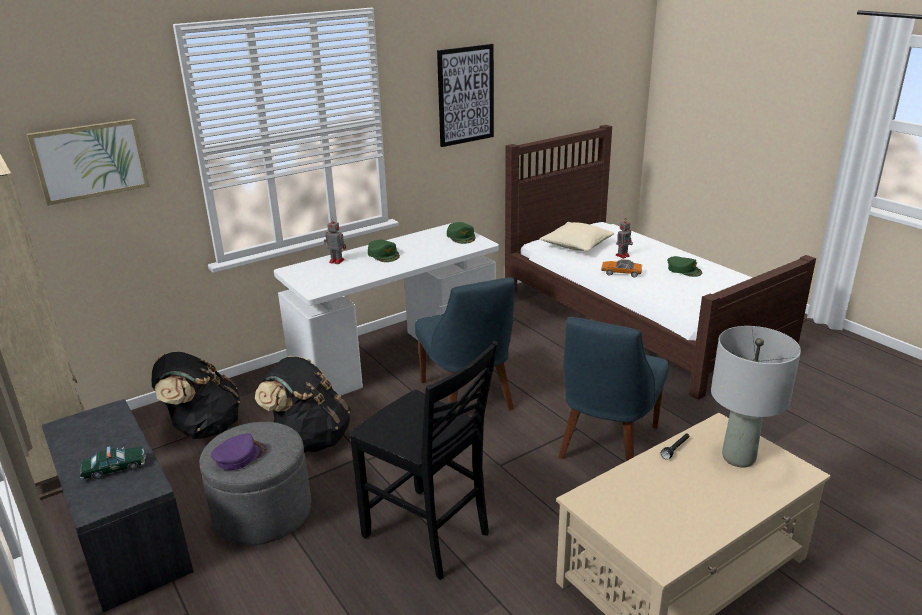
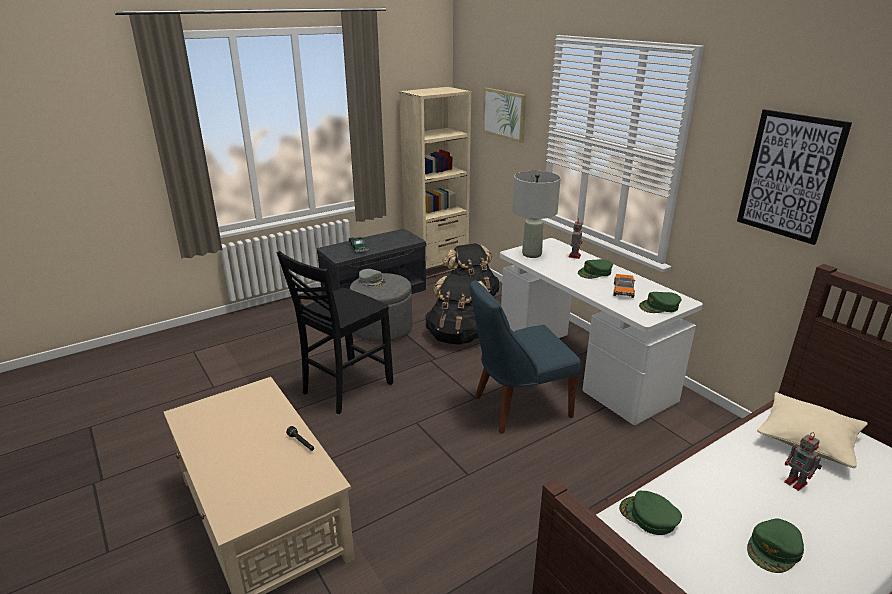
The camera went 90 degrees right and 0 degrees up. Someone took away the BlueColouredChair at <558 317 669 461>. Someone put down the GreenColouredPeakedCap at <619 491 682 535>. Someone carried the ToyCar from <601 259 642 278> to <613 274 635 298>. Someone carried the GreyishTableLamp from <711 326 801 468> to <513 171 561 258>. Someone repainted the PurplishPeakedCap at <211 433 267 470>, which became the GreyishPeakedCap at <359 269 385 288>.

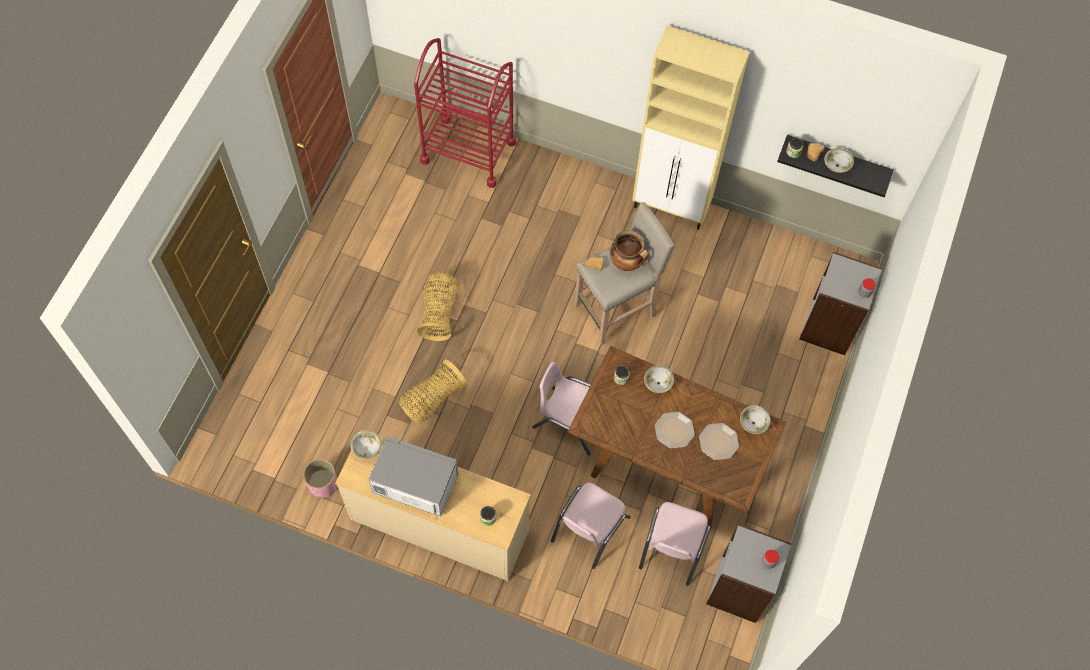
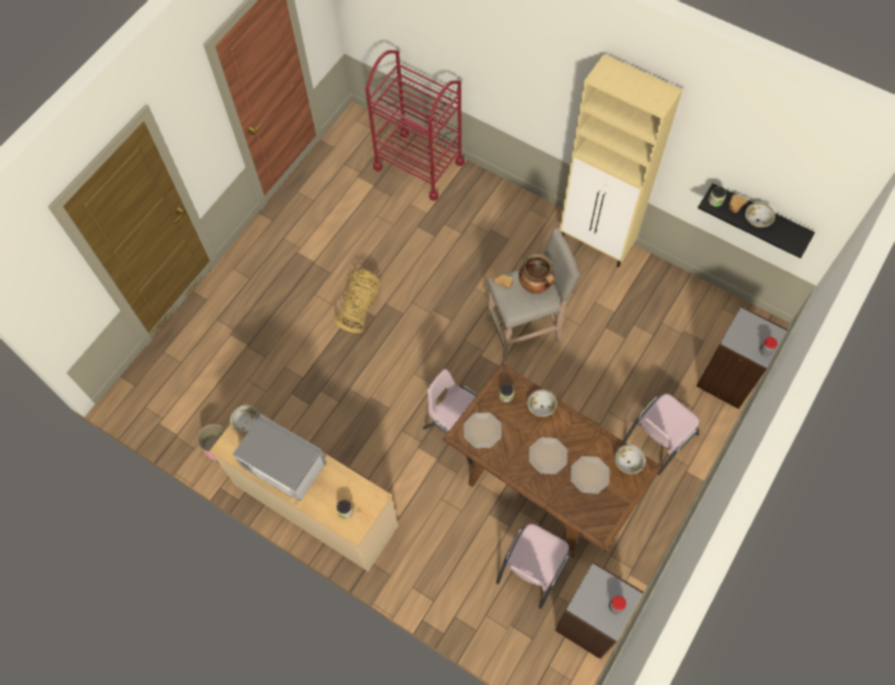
The camera went 15 degrees right and 0 degrees up. Someone took away the StorageBasket at <399 359 467 424>. Someone put down the FlatDish at <464 413 502 448>. Someone carried the PinkChair from <551 482 631 569> to <623 394 699 475>.

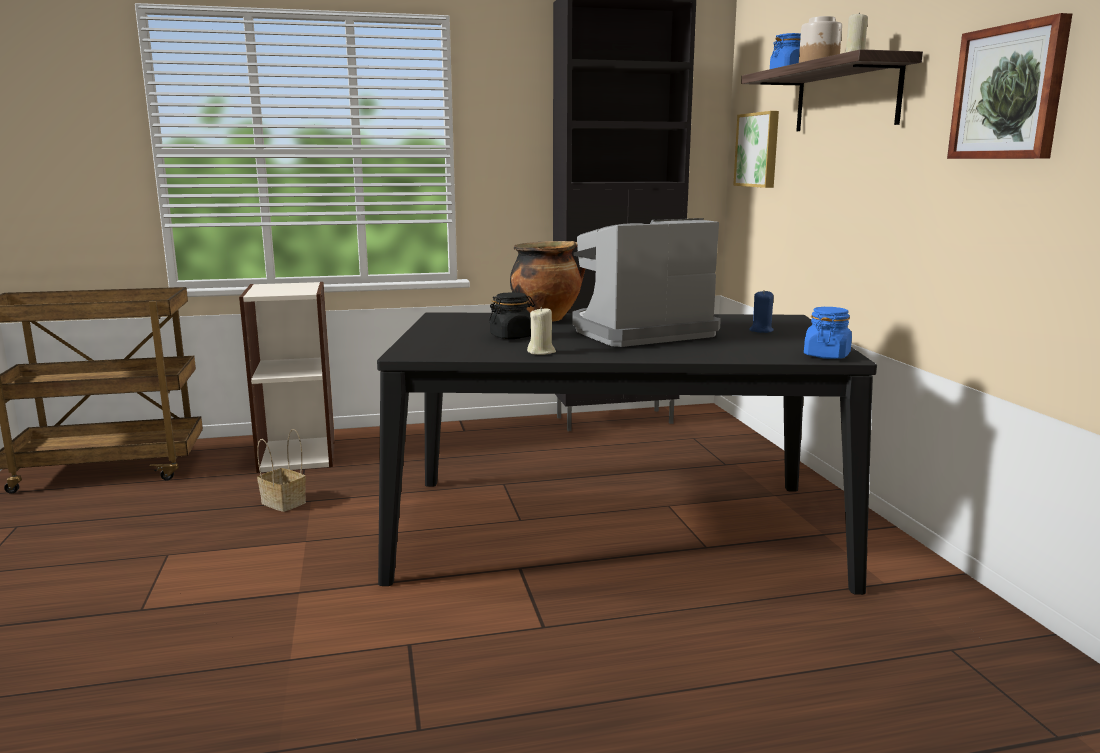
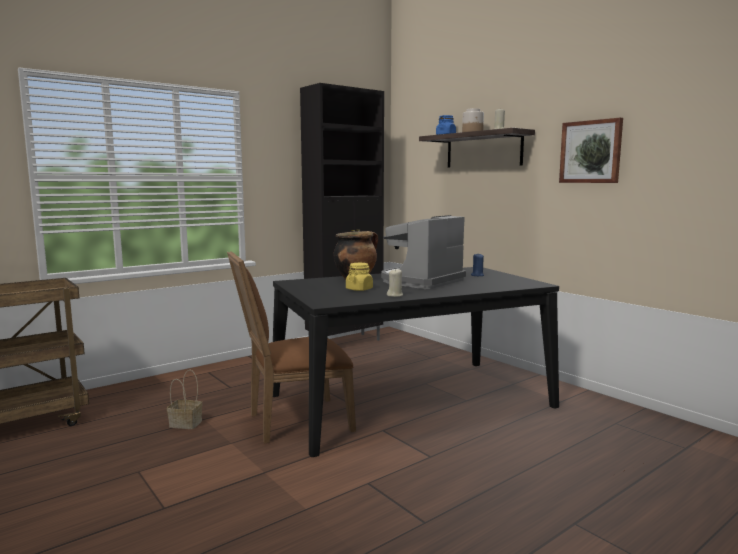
The camera went 25 degrees left and 5 degrees down. Someone took away the ShelvingUnit at <239 282 335 473>. Someone took away the Picture at <733 111 779 188>. Someone took away the BlueColouredJar at <804 307 852 359>. Someone put down the BrownishChair at <227 251 356 444>. Someone repainted the BlackishJar at <489 292 535 339>, which became the YellowJar at <346 263 373 291>.

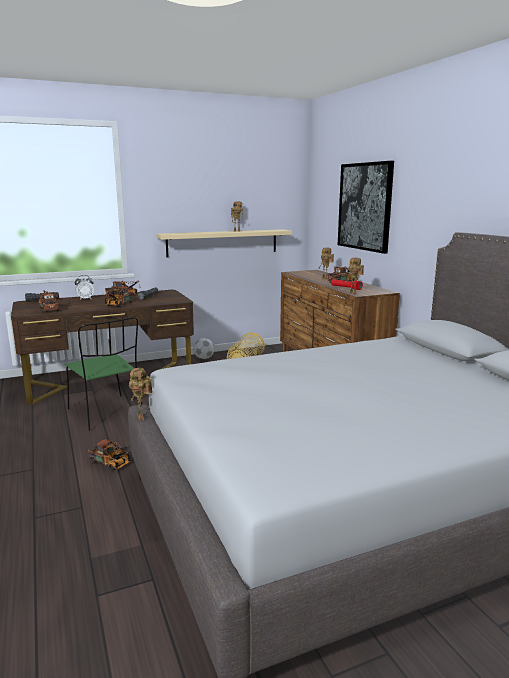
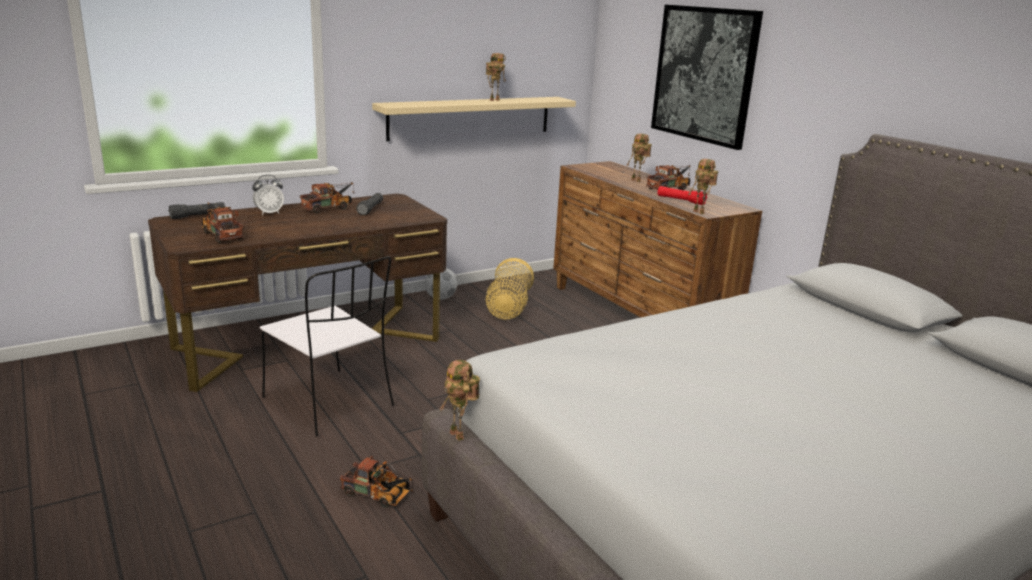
The camera went 10 degrees left and 5 degrees up. Someone took away the ToyTruck at <105 286 134 307>. Someone repainted the GreenColouredChair at <65 317 142 431>, which became the WhiteChair at <260 256 394 437>.

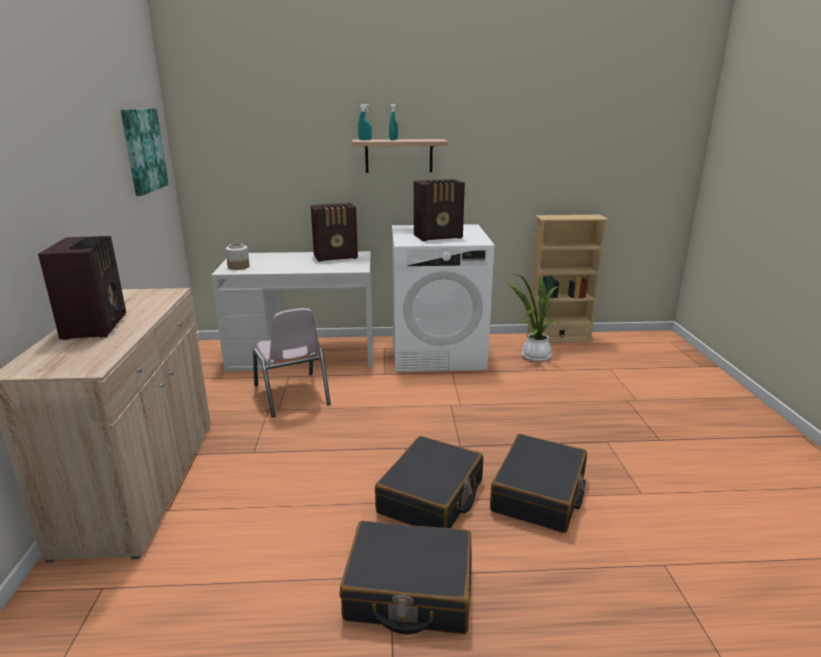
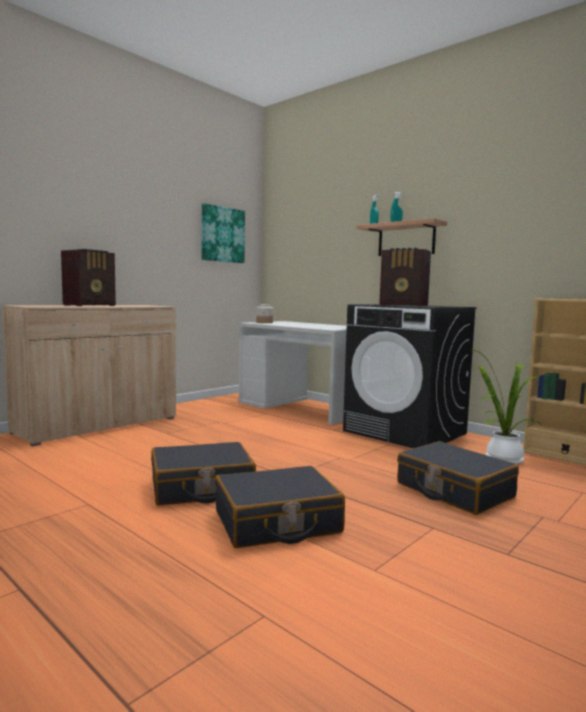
The camera went 45 degrees right and 15 degrees down. Someone took away the PinkChair at <253 308 331 417>. Someone took away the RadioReceiver at <311 203 358 262>. Someone carried the BlackishTravelCase from <339 521 472 635> to <397 441 519 515>. Someone repainted the WhiteWashingMachine at <392 224 494 372>, which became the BlackishWashingMachine at <343 304 477 448>.

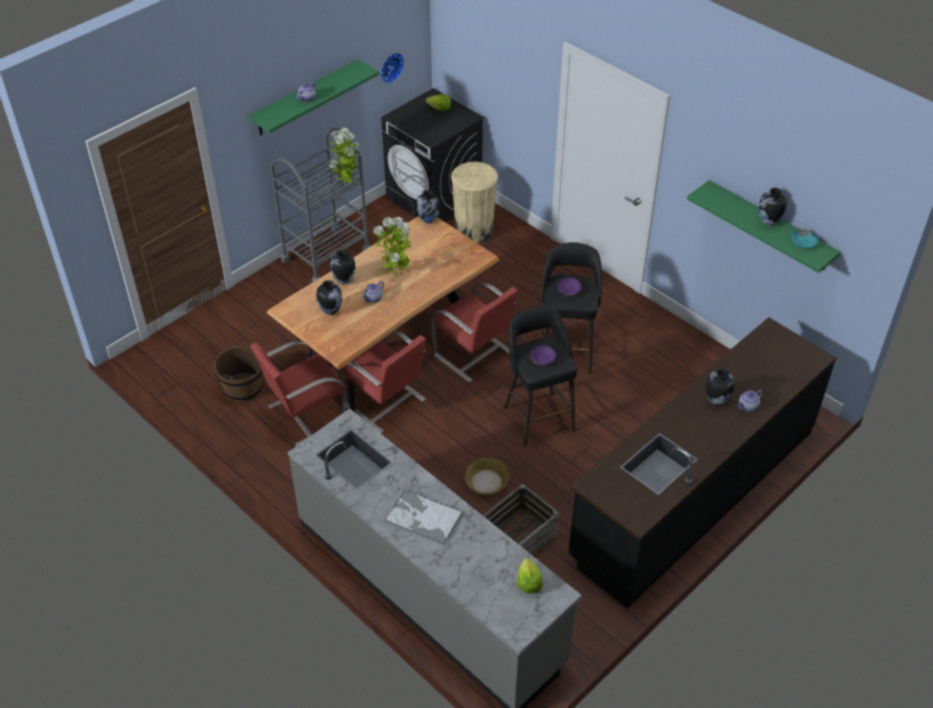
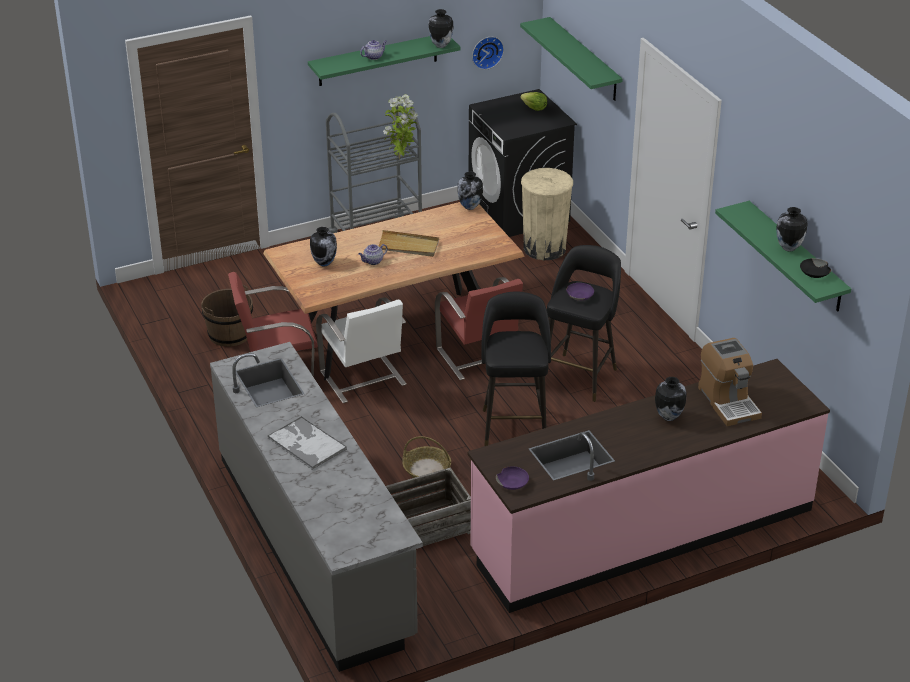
The camera went 20 degrees right and 10 degrees down. Someone took away the LettuceHead at <517 558 543 594>. Someone took away the Teapot at <738 390 763 412>. Someone put up the GreenColouredShelf at <520 17 623 101>. Someone put down the CoffeeMachine at <698 338 762 426>. Someone carried the FlowerVase from <330 250 355 285> to <428 9 453 48>. Someone carried the PurplishBowl from <530 345 556 365> to <496 466 529 490>. Someone swapped the PlantInAPot at <374 217 411 275> for the BeigeServingTray at <378 230 439 257>. Someone repainted the ReddishChair at <338 330 426 433>, which became the WhiteChair at <316 297 407 403>. Someone repainted the BlackishCounter at <568 317 837 609>, which became the PinkCounter at <467 359 830 613>. Someone repainted the TurquoiseBowl at <791 229 819 249>, which became the BlackishBowl at <800 258 831 278>.

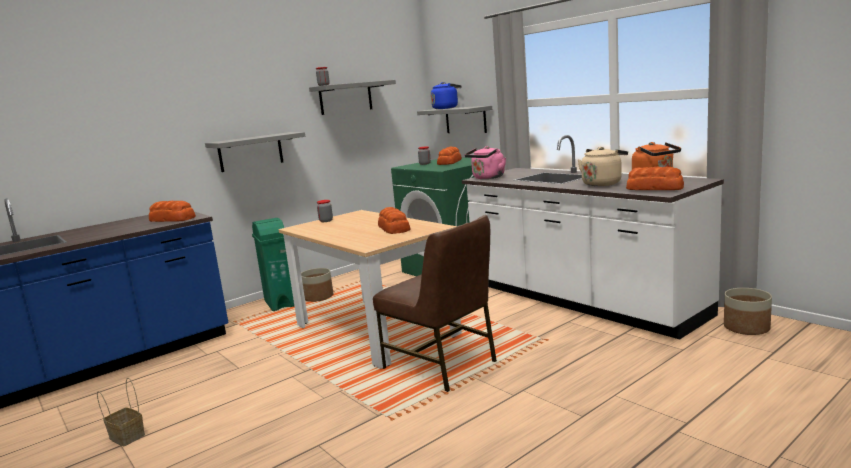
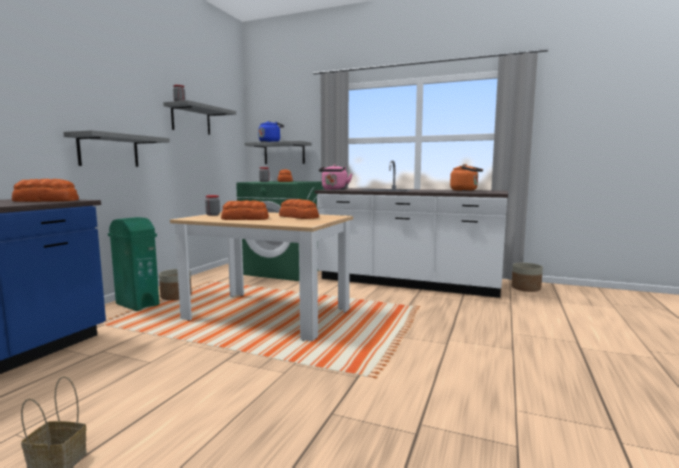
The camera went 30 degrees left and 5 degrees down. Someone took away the BrownishChair at <373 215 497 392>. Someone took away the BeigeWaterKettle at <578 147 628 186>. Someone carried the BakedBread from <626 166 684 190> to <221 200 269 220>.

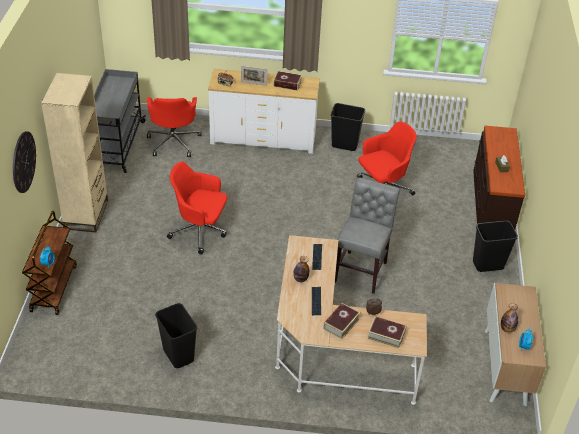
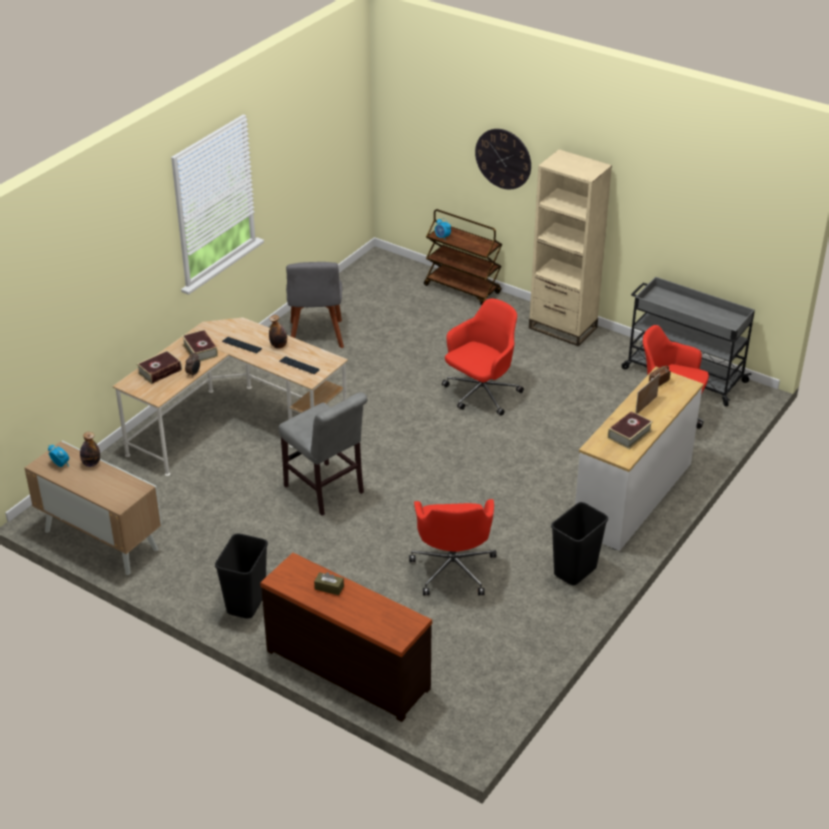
The camera went 120 degrees right and 5 degrees down. Someone swapped the BlackishTrashCan at <155 303 197 368> for the GreyishChair at <286 262 344 348>.

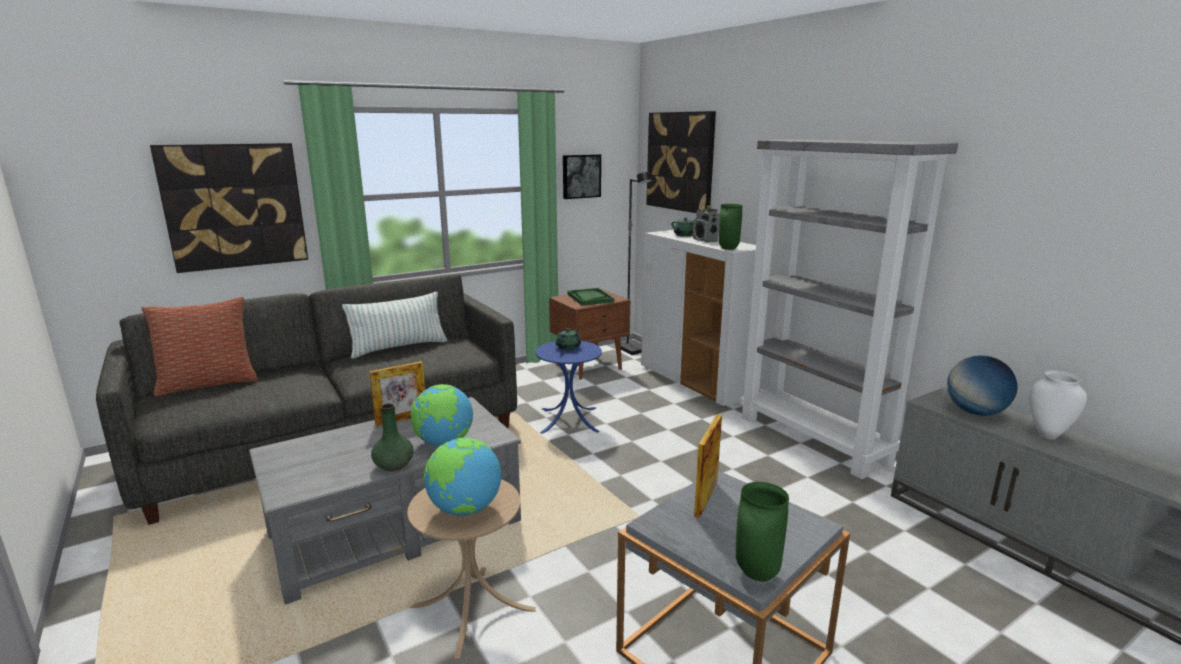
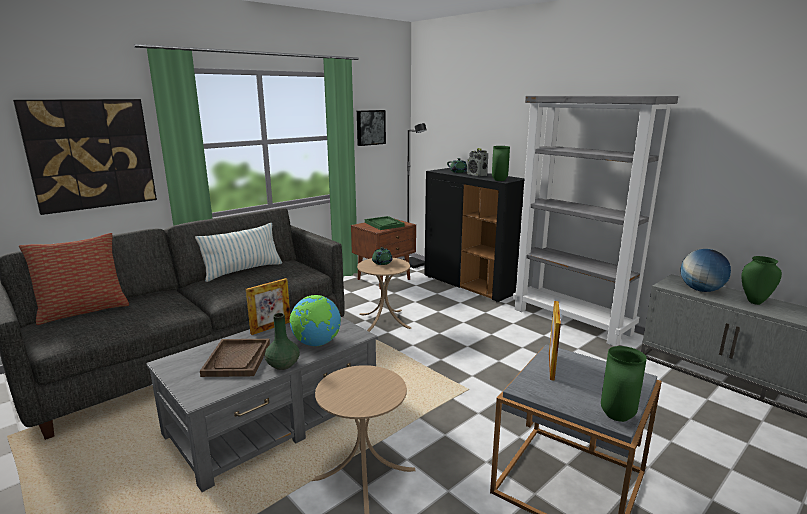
The camera went 10 degrees left and 0 degrees up. Someone took away the Globe at <424 438 501 516>. Someone took away the Picture at <646 111 716 213>. Someone put down the BrownishServingTray at <200 339 270 377>. Someone repainted the BlueColouredSideTable at <536 341 602 434>, which became the BeigeSideTable at <357 258 411 332>. Someone repainted the WhiteCupboard at <641 230 756 407>, which became the BlackishCupboard at <424 168 525 303>. Someone repainted the WhiteFlowerVase at <1029 371 1087 439>, which became the GreenColouredFlowerVase at <741 256 782 305>.

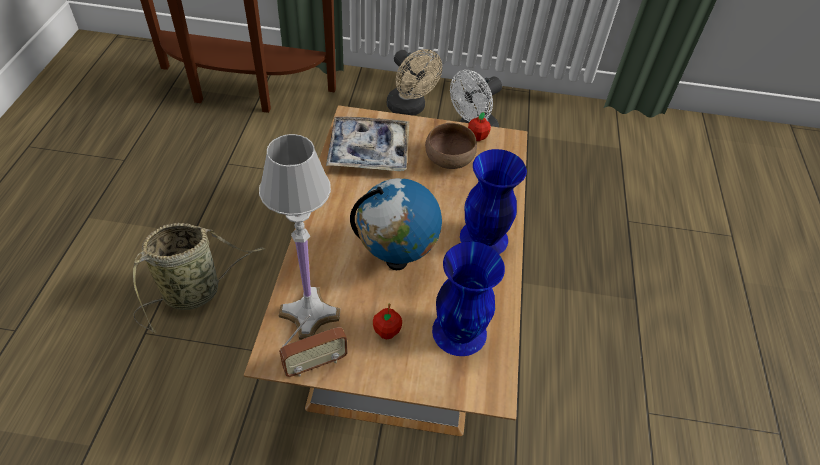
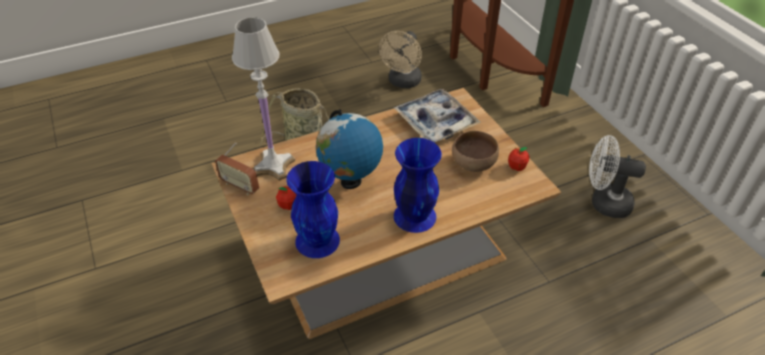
The camera went 60 degrees right and 5 degrees down. Someone carried the BeigeElectricFan from <387 49 442 116> to <378 31 422 88>.

